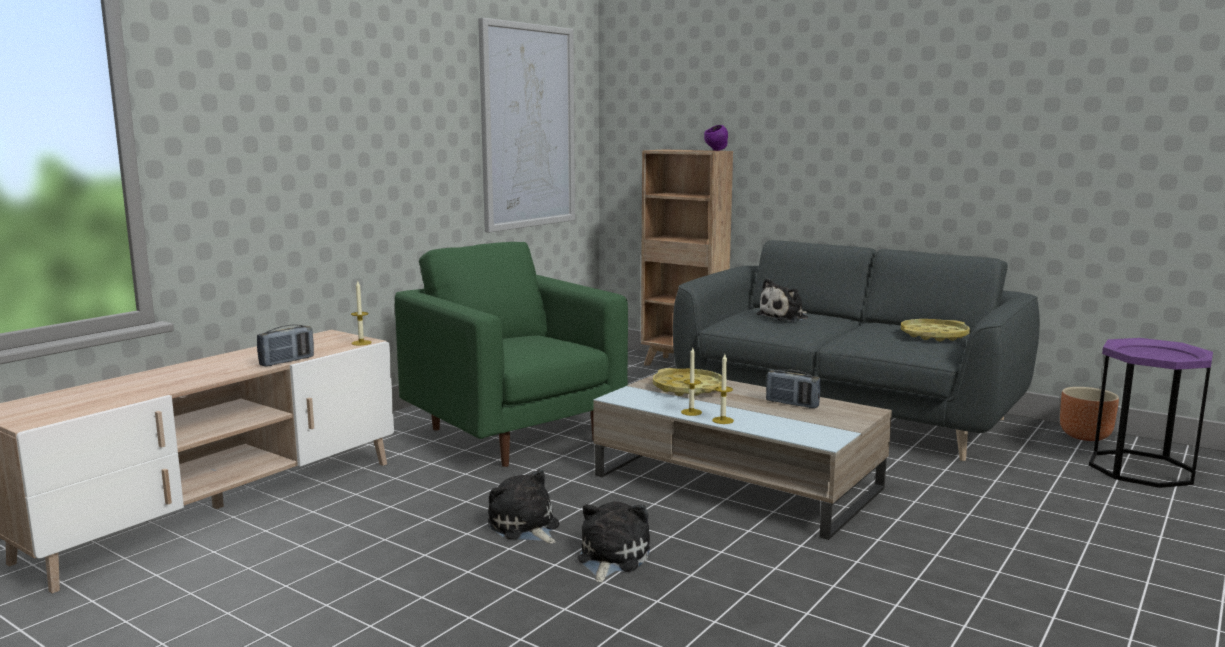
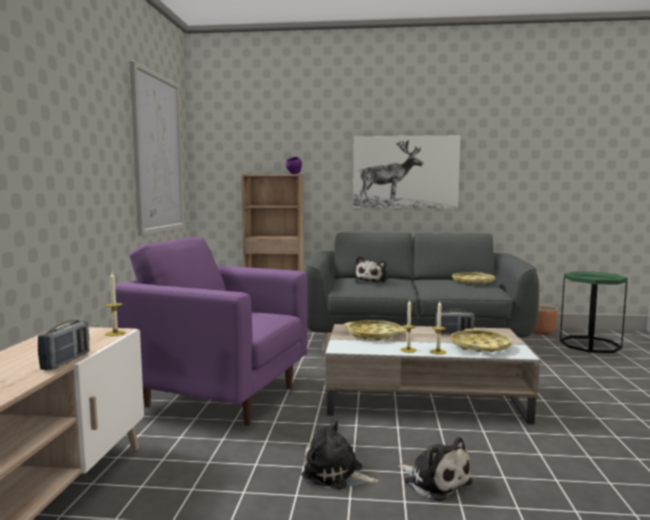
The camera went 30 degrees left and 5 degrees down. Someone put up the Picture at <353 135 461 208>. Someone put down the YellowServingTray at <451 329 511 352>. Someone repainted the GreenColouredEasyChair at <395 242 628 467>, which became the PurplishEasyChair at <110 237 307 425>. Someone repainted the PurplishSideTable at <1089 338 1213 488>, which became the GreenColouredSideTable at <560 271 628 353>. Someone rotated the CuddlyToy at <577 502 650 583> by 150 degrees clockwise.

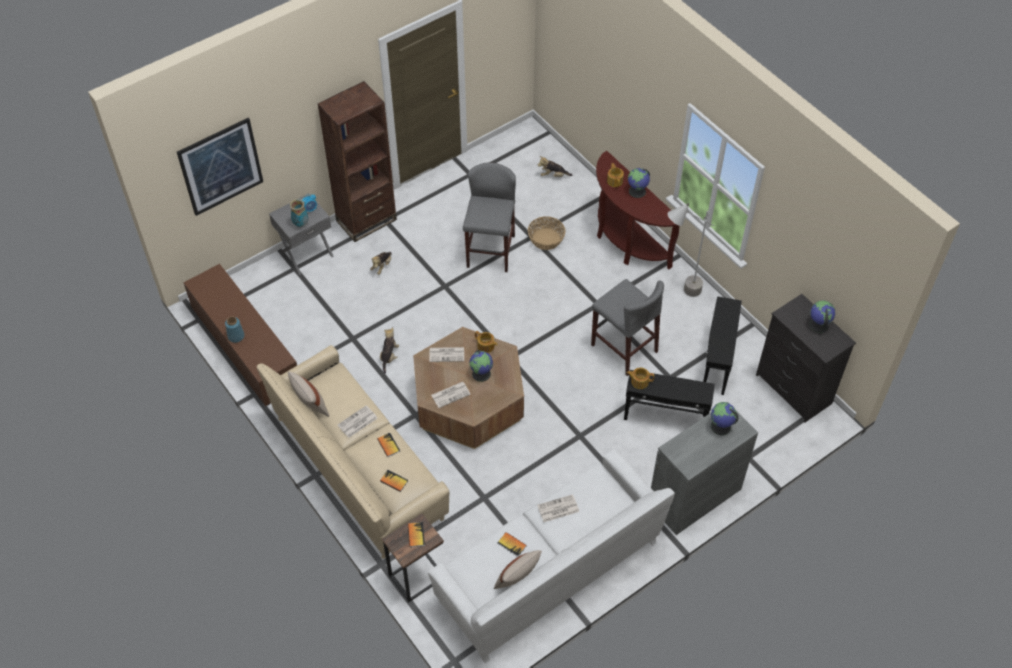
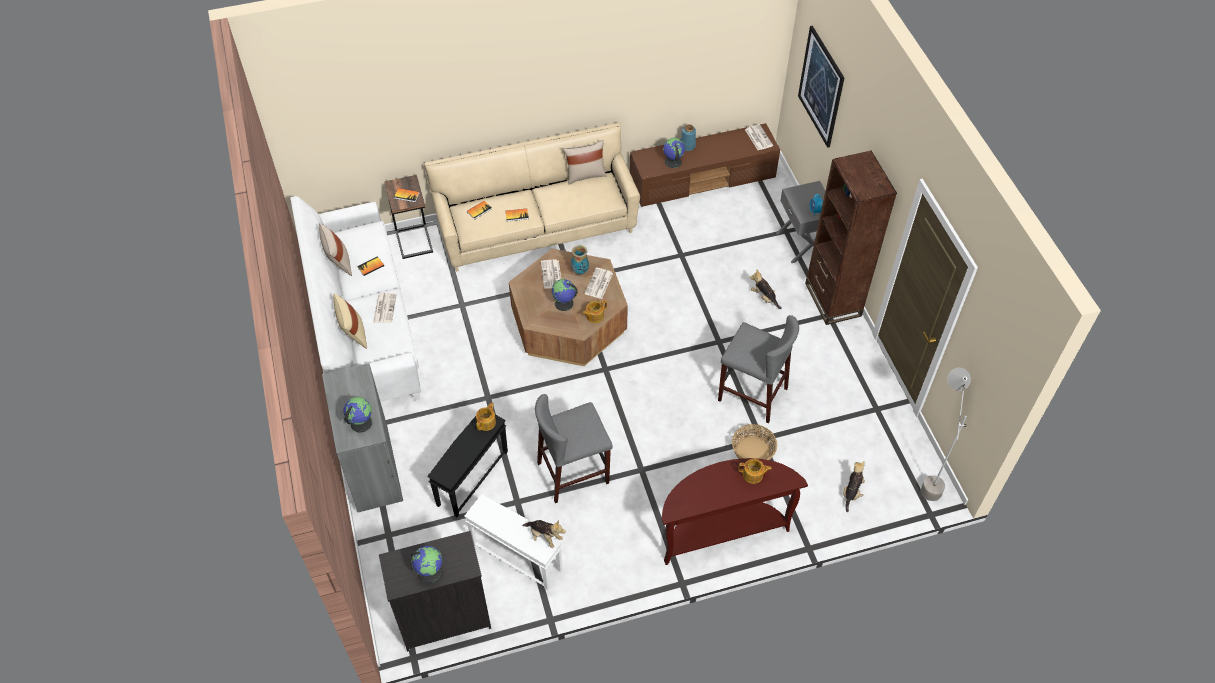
The camera went 110 degrees right and 0 degrees up. Someone put down the BeigeThrowPillow at <333 294 367 349>. Someone carried the FlowerVase from <290 199 308 227> to <571 245 589 274>. Someone carried the PrintedPaper from <338 405 377 438> to <745 124 773 150>. Someone carried the CuddlyToy from <380 327 399 374> to <522 520 566 548>. Someone carried the Globe from <628 168 650 198> to <663 138 685 168>. Someone carried the GreyishFloorLamp from <668 203 714 297> to <921 368 971 501>. Someone repainted the BlackishSideTable at <703 296 742 395>, which became the WhiteSideTable at <464 494 562 590>.

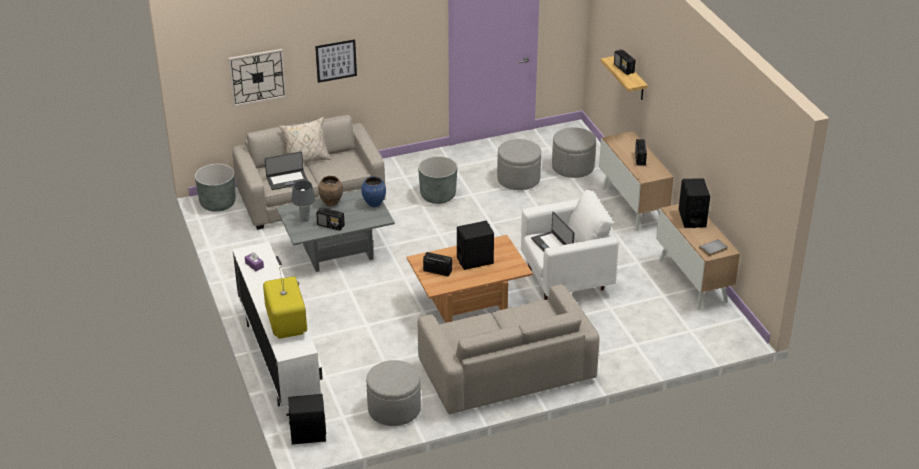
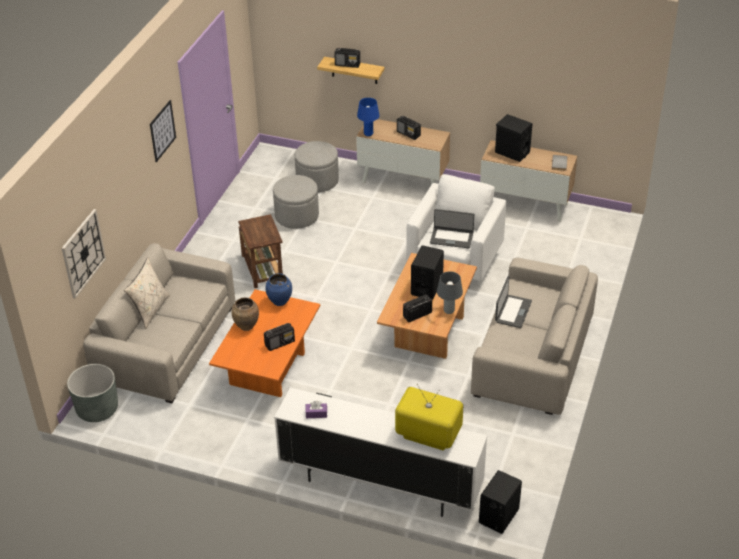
The camera went 50 degrees left and 5 degrees up. Someone took away the GreyishPouffe at <366 360 421 426>. Someone put down the BlueColouredTableLamp at <357 98 379 136>. Someone carried the Laptop from <265 151 308 190> to <495 276 532 328>. Someone carried the GreyishTableLamp from <291 180 316 221> to <437 271 463 314>. Someone carried the Picture from <315 39 357 83> to <150 100 176 162>. Someone swapped the GreyishPlanter at <418 156 457 204> for the BrownishSideTable at <238 214 283 288>. Someone repainted the GreyishLoungeTable at <276 190 395 272>, which became the OrangeLoungeTable at <209 289 320 397>.

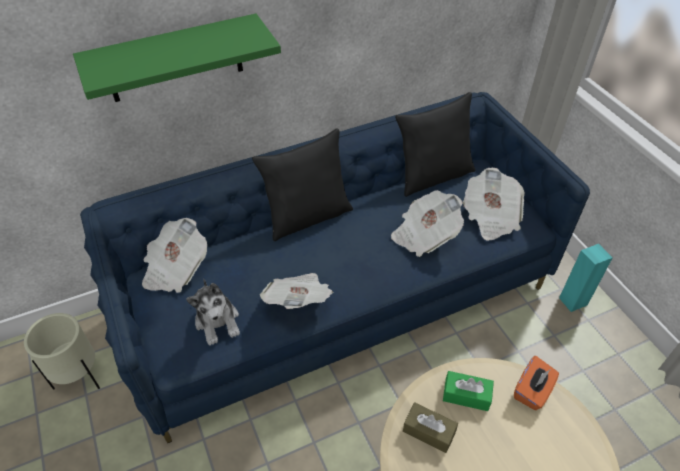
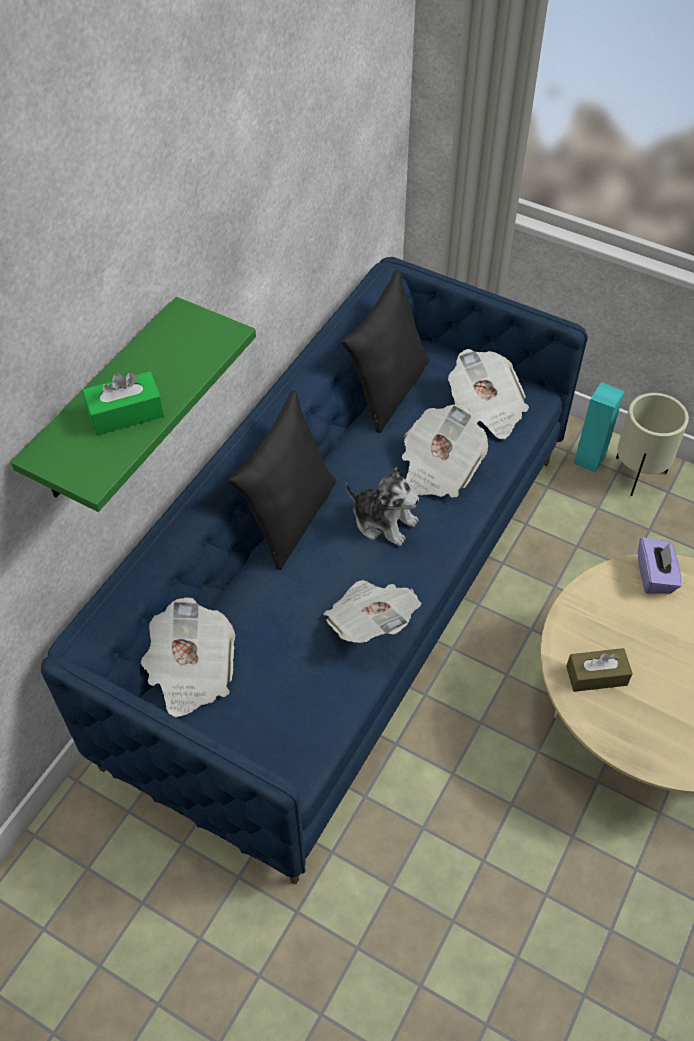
The camera went 35 degrees left and 5 degrees up. Someone carried the BeigePlanter from <24 313 100 390> to <616 393 689 496>. Someone carried the CuddlyToy from <186 279 240 346> to <346 467 419 546>. Someone carried the GreenColouredBoxOfTissues from <443 371 494 411> to <82 371 165 435>. Someone repainted the OrangeBoxOfTissues at <514 356 559 410>, which became the PurplishBoxOfTissues at <638 538 682 594>.

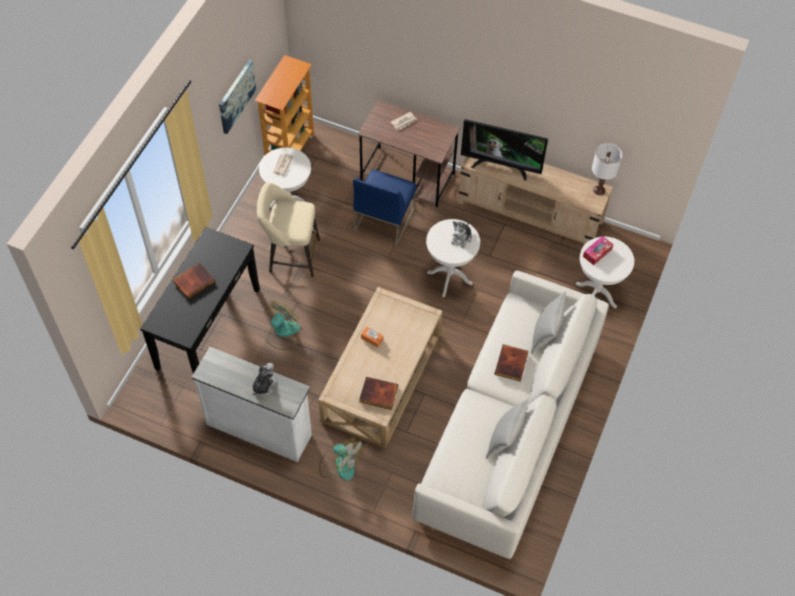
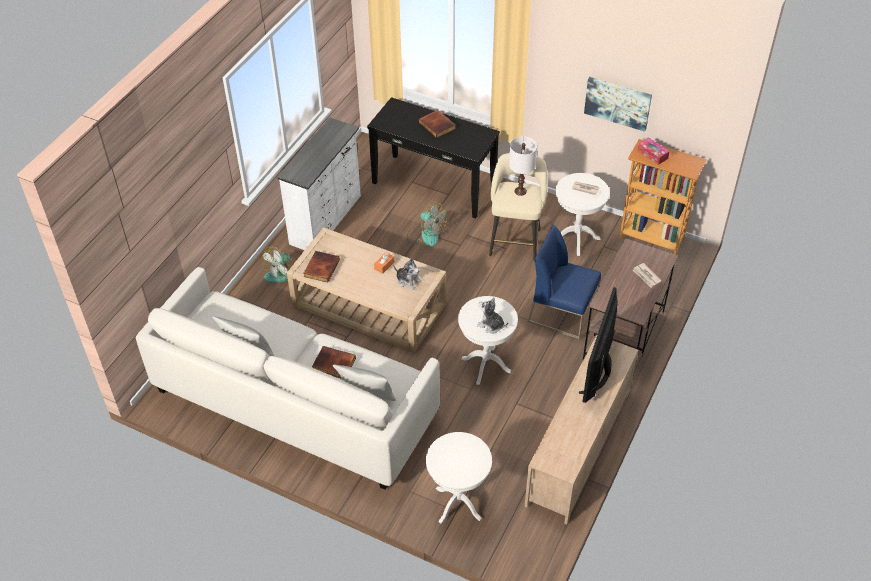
The camera went 95 degrees right and 10 degrees down. Someone carried the CuddlyToy from <253 363 277 396> to <394 258 421 290>. Someone carried the BoxOfTissues from <583 236 613 265> to <637 137 670 165>. Someone carried the WhiteTableLamp from <592 143 622 195> to <509 136 537 196>.

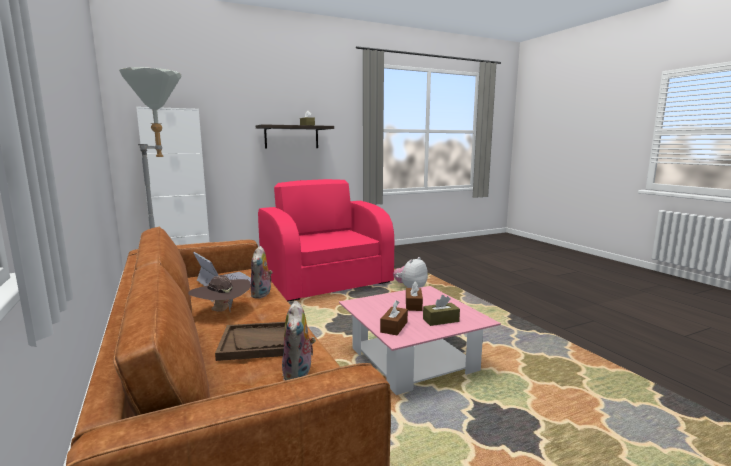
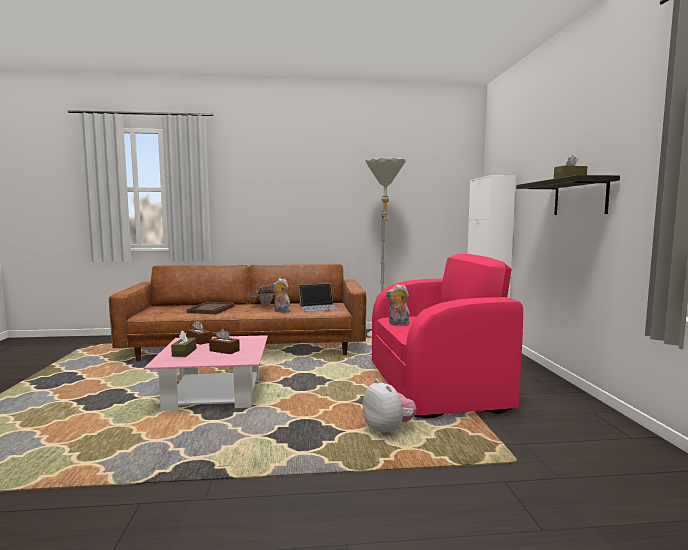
The camera went 110 degrees right and 5 degrees down. Someone carried the CuddlyToy from <282 301 316 381> to <386 284 410 326>.

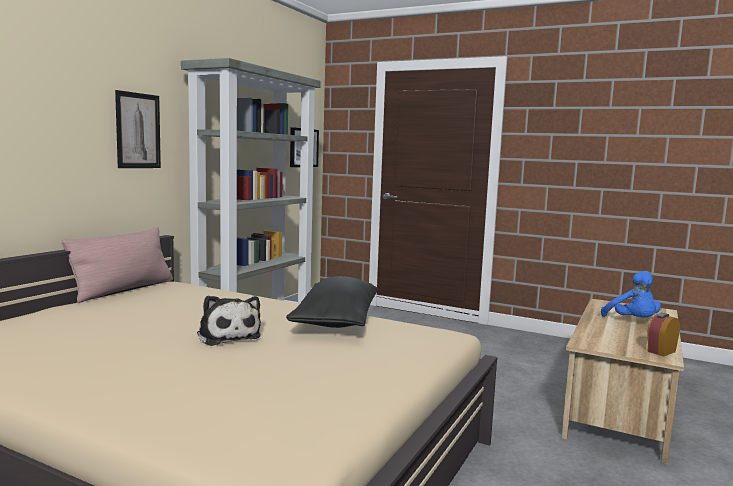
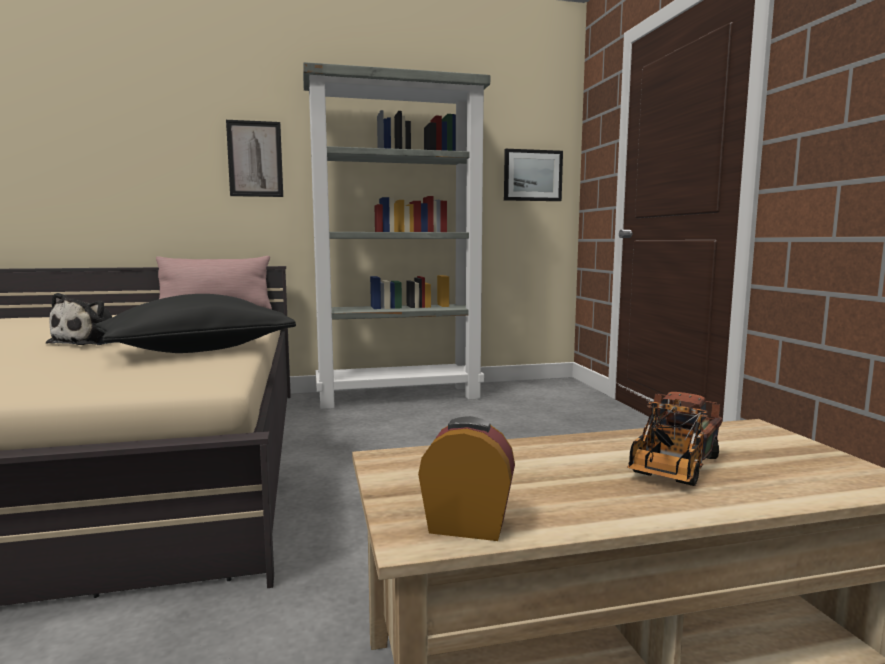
The camera went 50 degrees right and 0 degrees up. Someone swapped the BlueColouredCuddlyToy at <601 271 661 317> for the ToyTruck at <627 392 723 486>.

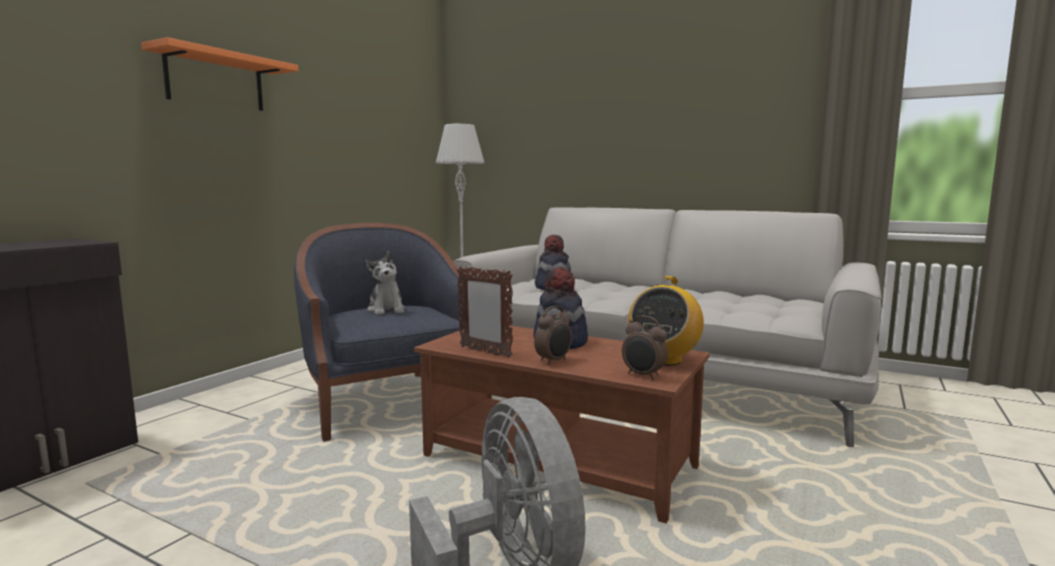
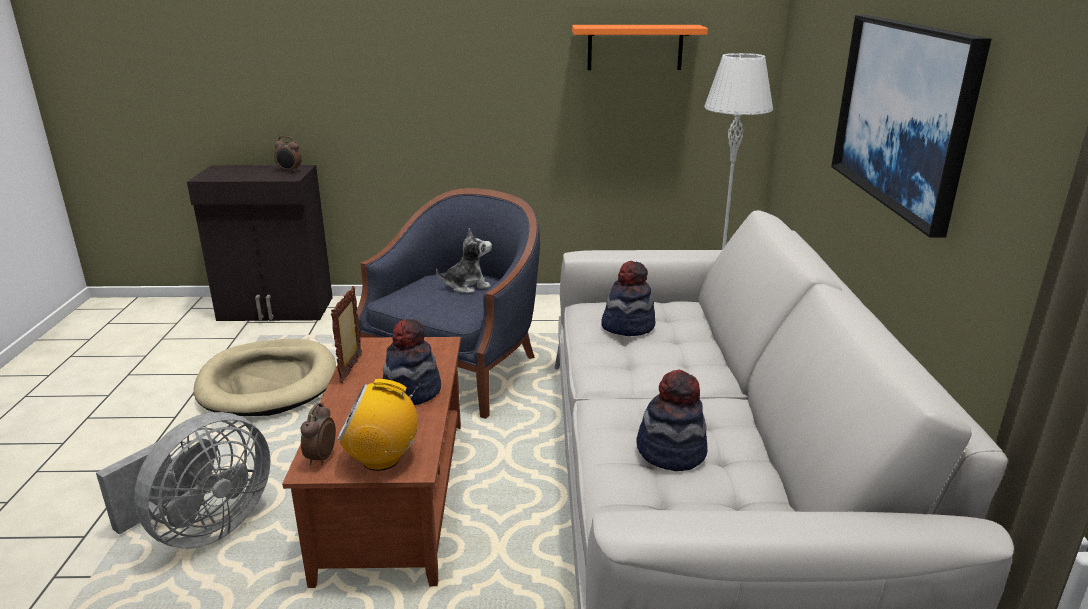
The camera went 60 degrees right and 15 degrees up. Someone put down the BeigePetBed at <194 339 336 416>. Someone put down the ClothingHat at <636 370 707 471>. Someone put up the Picture at <831 15 991 238>. Someone carried the OrangeShelf from <141 37 298 111> to <572 25 708 70>. Someone carried the BedsideClock from <534 305 572 365> to <274 136 302 173>. Someone rotated the CuddlyToy at <365 251 405 315> by 150 degrees counterclockwise.

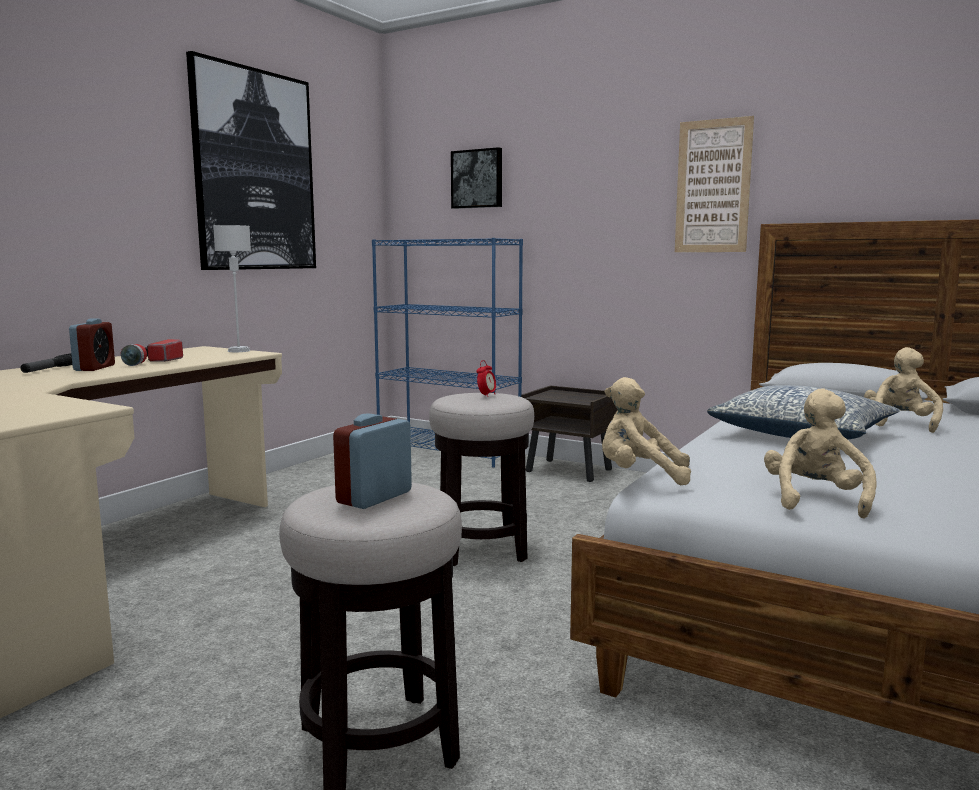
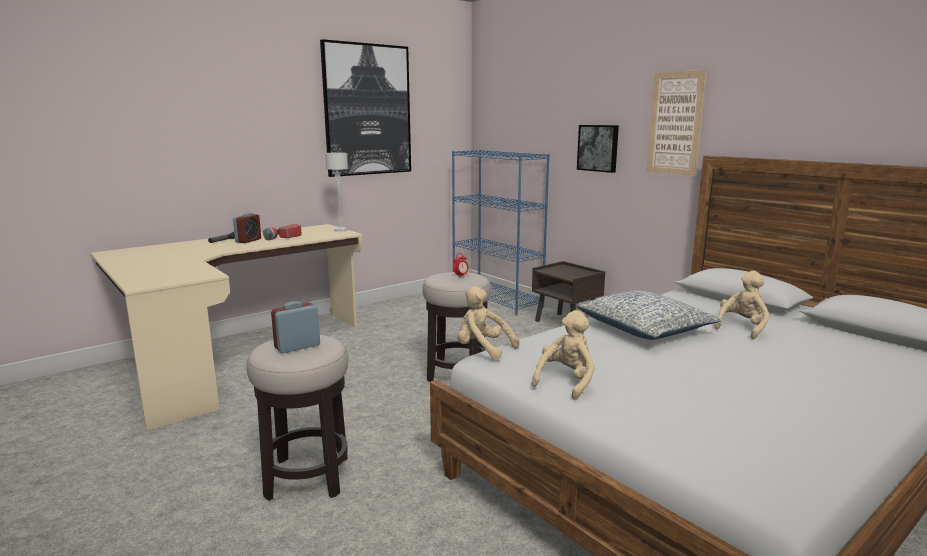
The camera went 20 degrees right and 5 degrees up. Someone carried the Picture from <451 147 502 209> to <577 125 619 173>.

